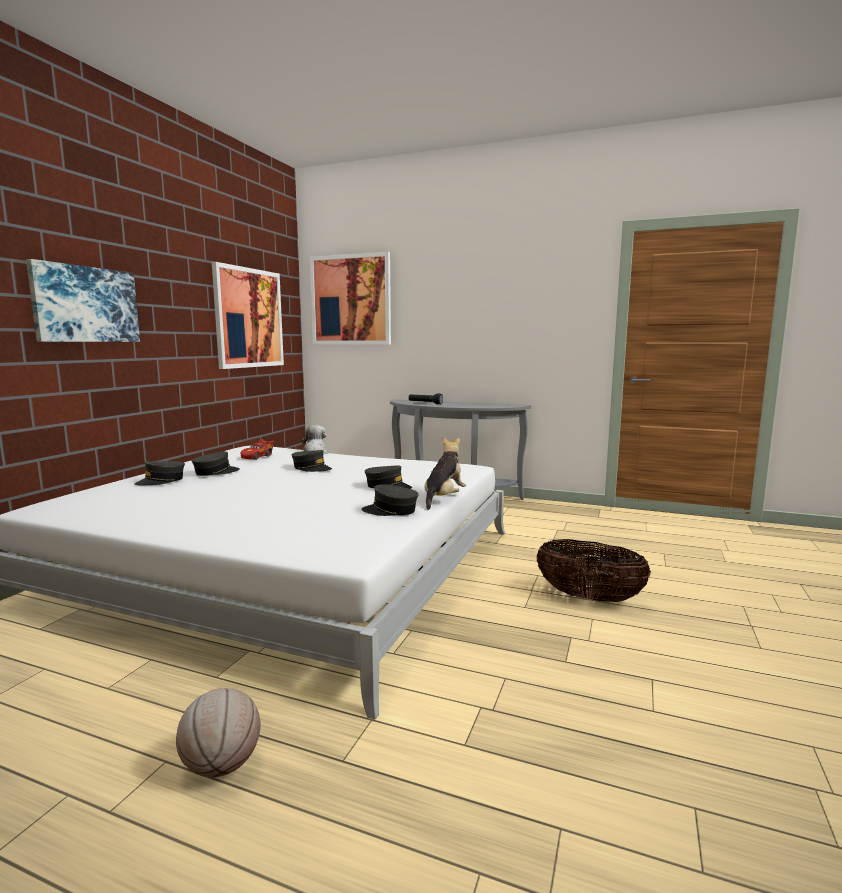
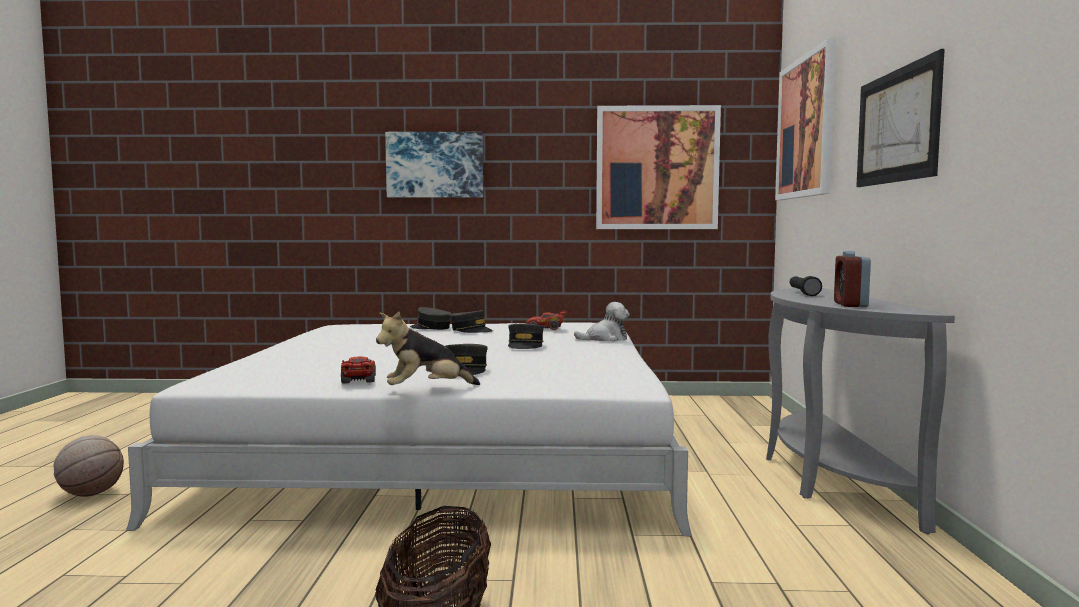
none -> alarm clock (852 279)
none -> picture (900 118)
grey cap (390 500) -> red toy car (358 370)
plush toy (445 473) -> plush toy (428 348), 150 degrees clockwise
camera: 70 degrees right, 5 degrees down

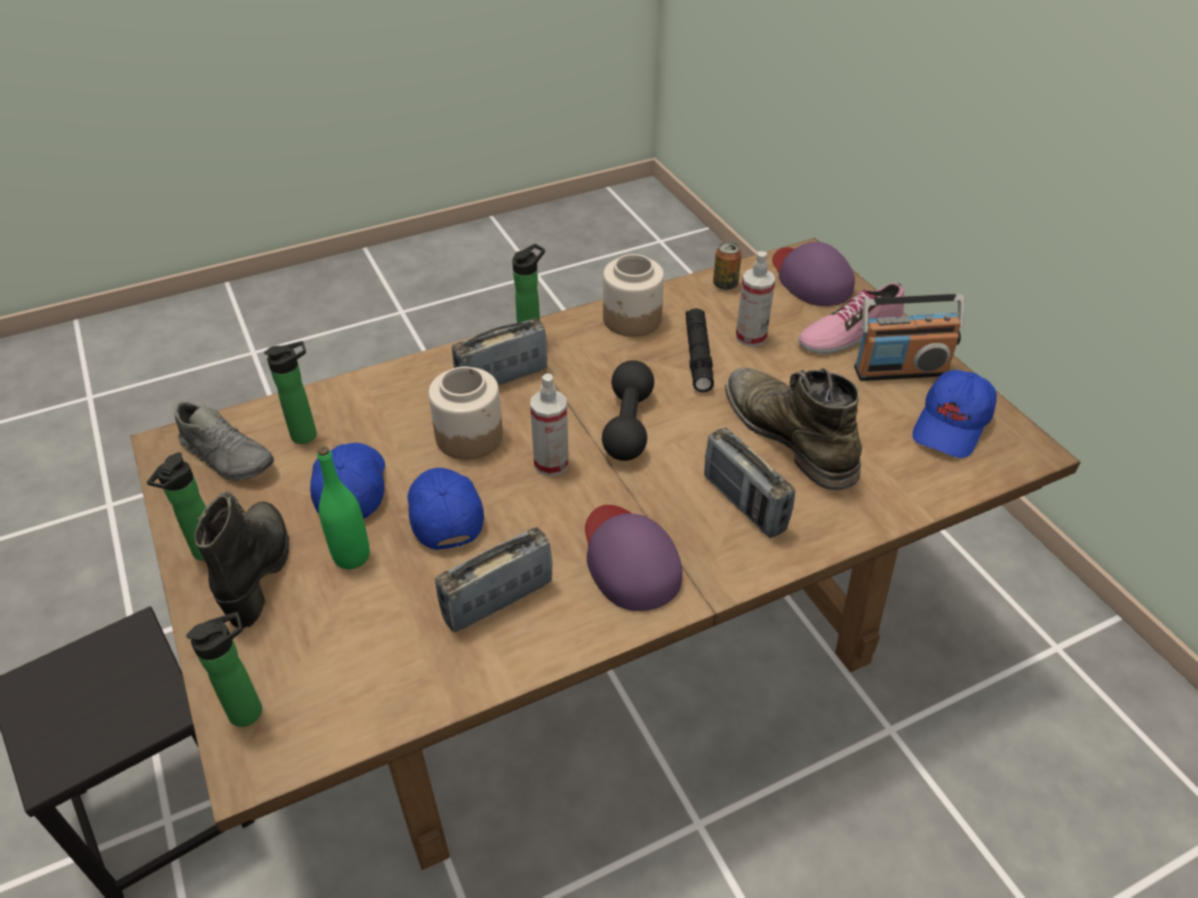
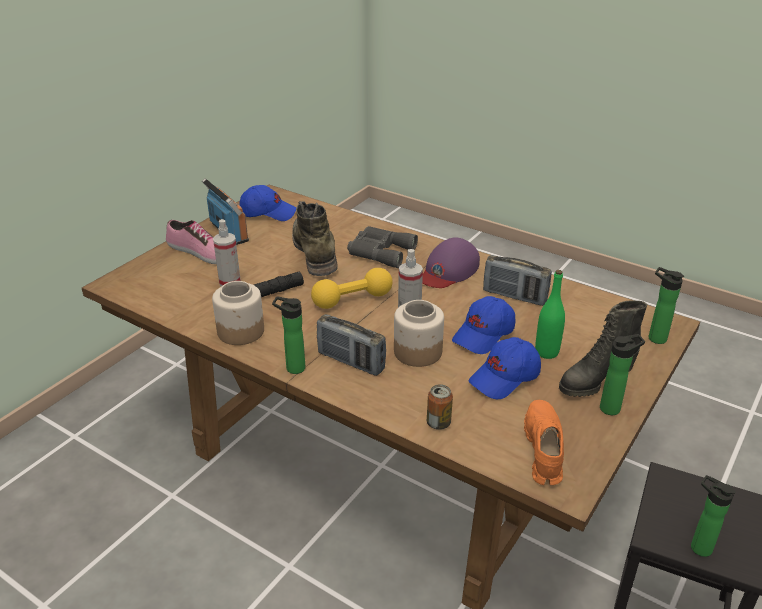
purple cap (813 274) -> none
bottle (290 392) -> bottle (713 516), shifted
can (727 265) -> can (440 407), shifted
radio (749 483) -> grey binoculars (382 247)
grey shoe (224 441) -> orange shoe (544 442)
black dumbbell (628 410) -> yellow dumbbell (352 288)
green boot (793 429) -> green boot (315 238), 135 degrees clockwise
camera: 120 degrees left, 10 degrees down

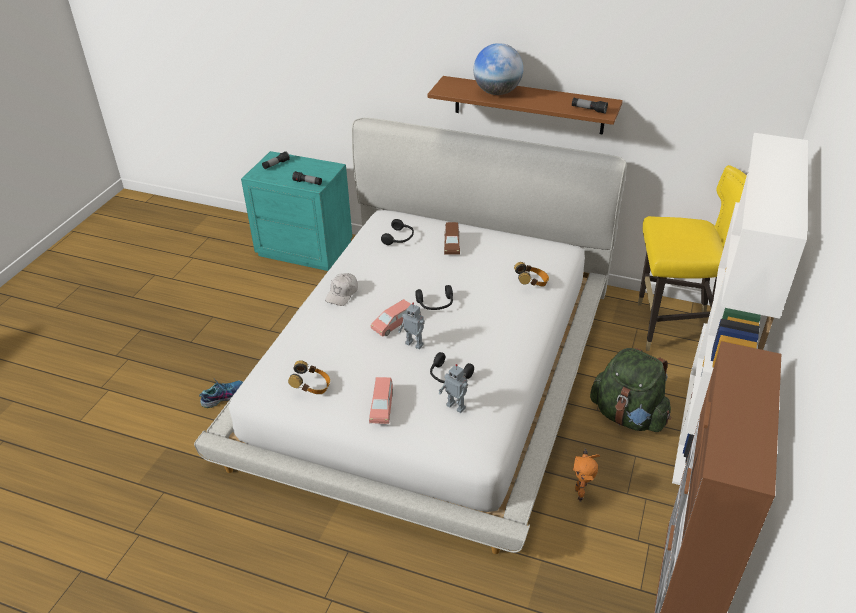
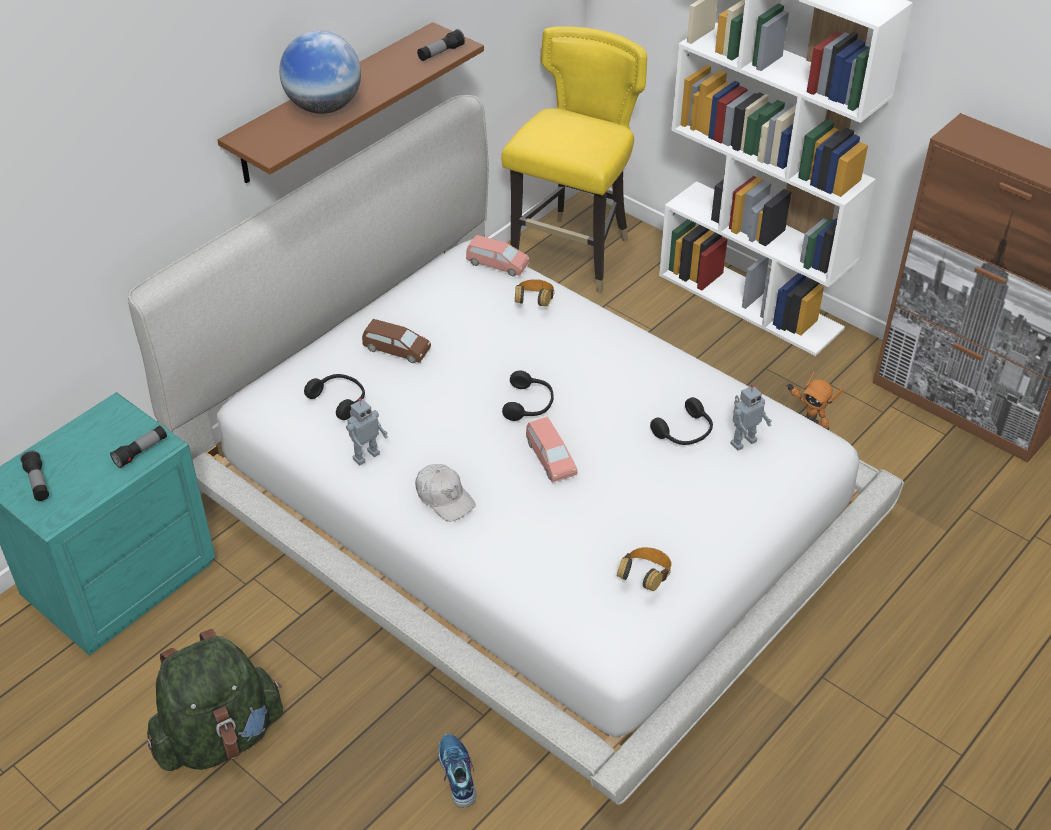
pink toy car (381 400) -> pink toy car (498 255), shifted
toy robot (411 326) -> toy robot (367 431), shifted
green backpack (630 390) -> green backpack (215 700), shifted
camera: 70 degrees left, 5 degrees up

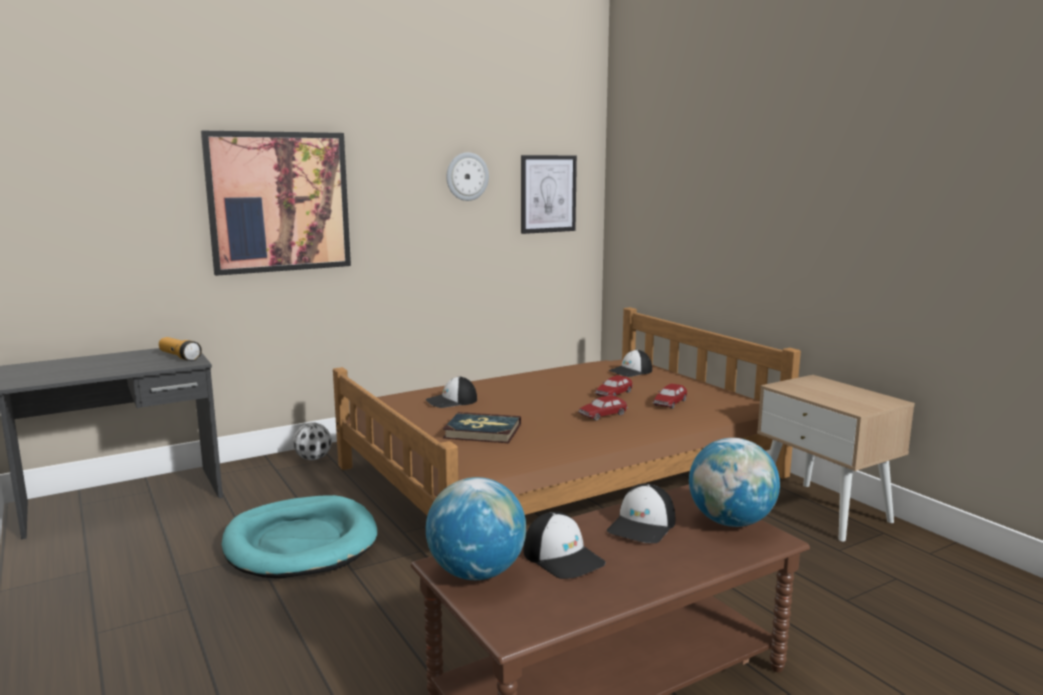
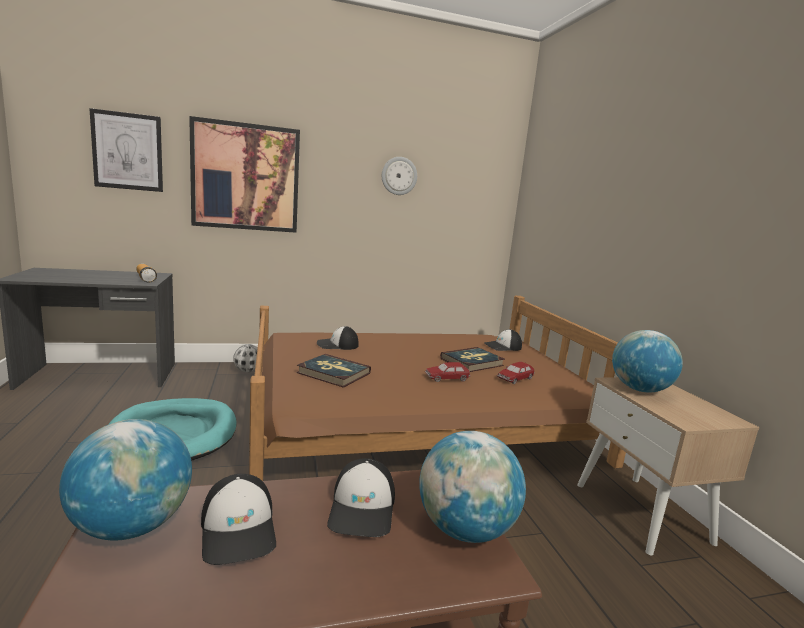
none -> globe (647 361)
picture (549 194) -> picture (126 150), shifted
toy car (613 385) -> book (472 359)
cap (641 513) -> cap (361 497), 45 degrees counterclockwise
camera: 15 degrees right, 0 degrees up

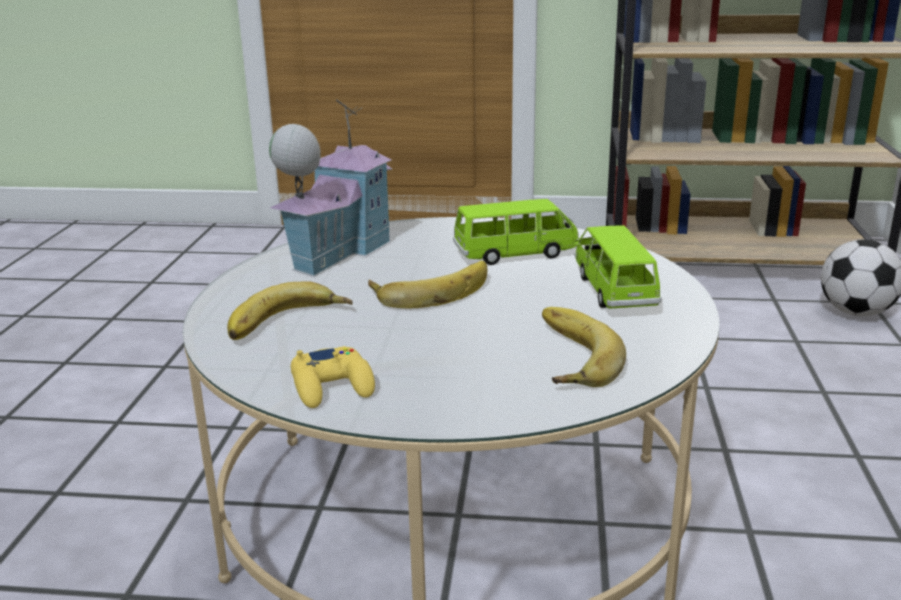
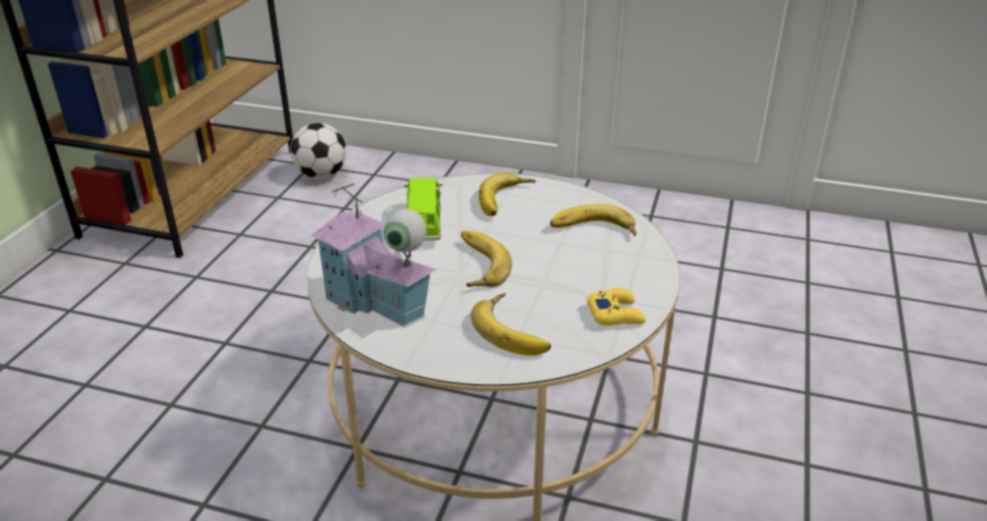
green toy car (618 267) -> banana (507 194)
camera: 80 degrees left, 10 degrees up

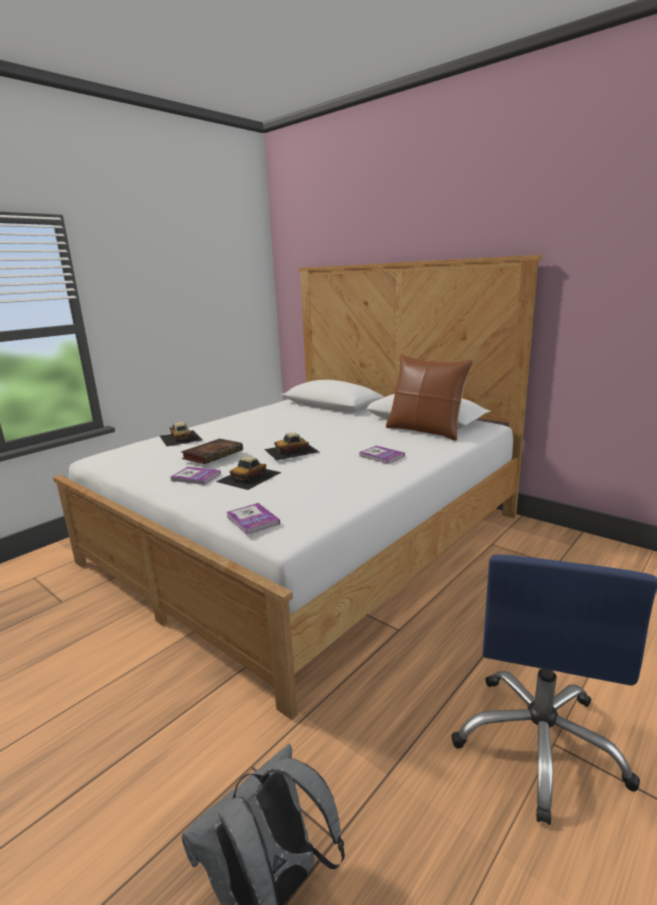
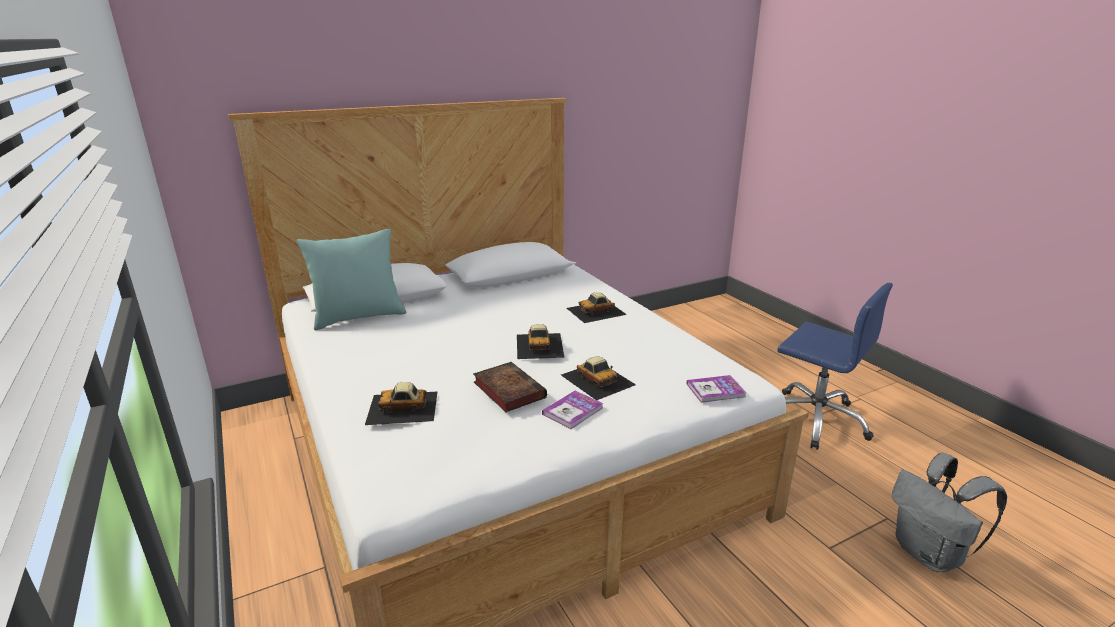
brown pillow (429 397) -> none
none -> turquoise pillow (351 279)
book (382 455) -> toy car (597 307)
camera: 70 degrees left, 5 degrees up

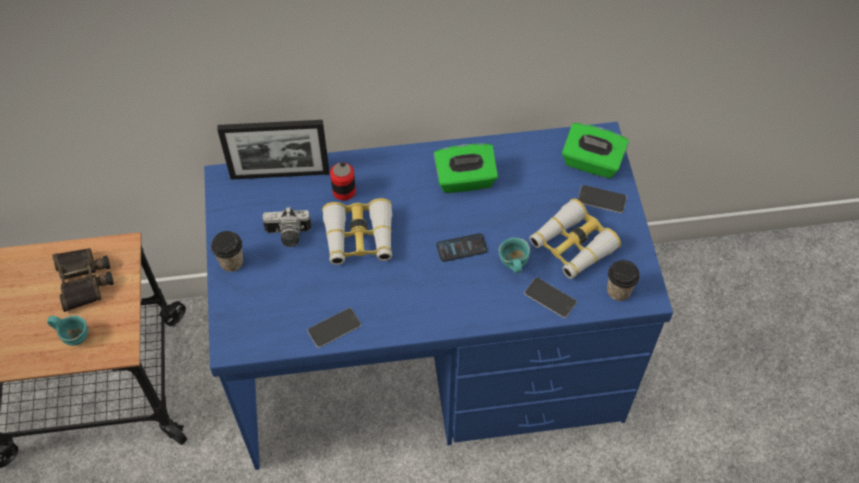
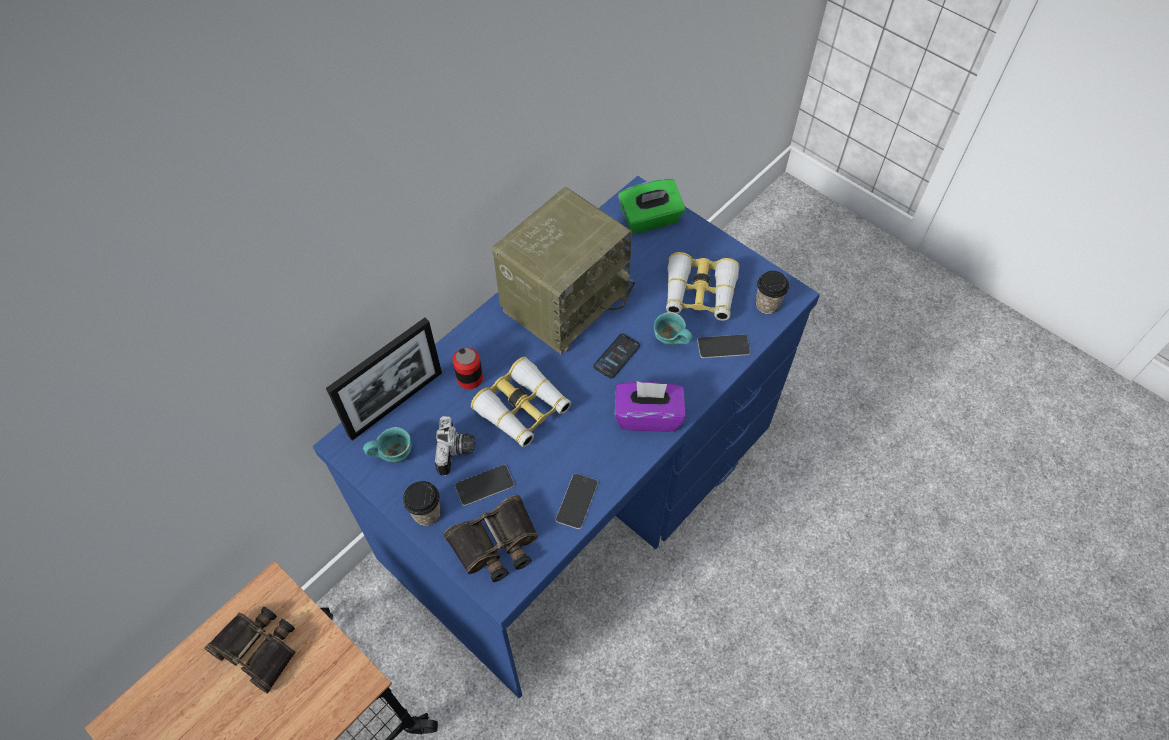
none -> binoculars (491 538)
none -> purple tissue box (650 406)
turquoise mug (67 330) -> turquoise mug (387 445), shifted
phone (602 199) -> phone (485 485), shifted
green tissue box (466 168) -> radio (563 270)
photo camera (287 227) -> photo camera (455 446), 45 degrees counterclockwise
camera: 40 degrees left, 0 degrees up

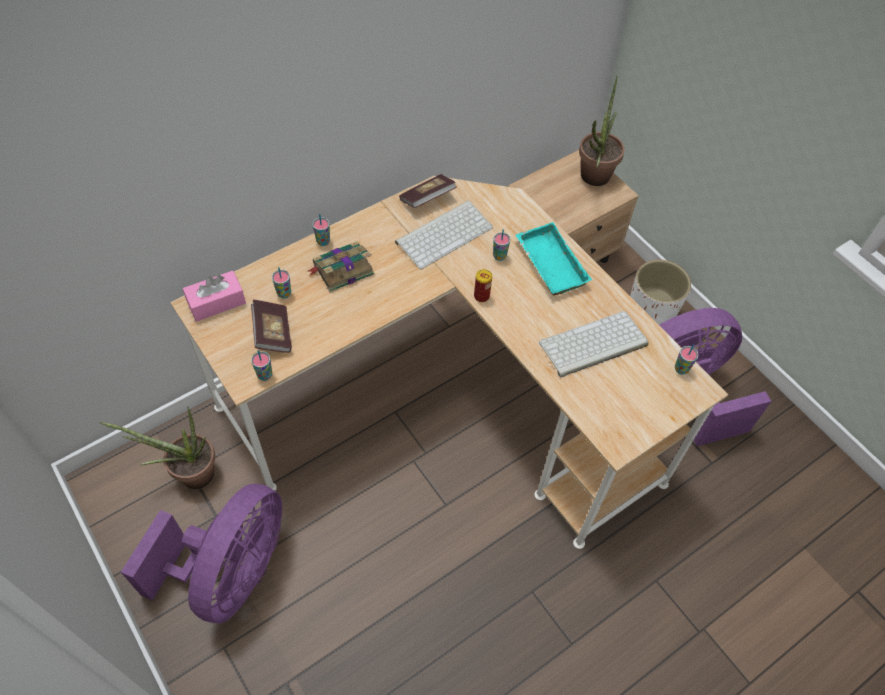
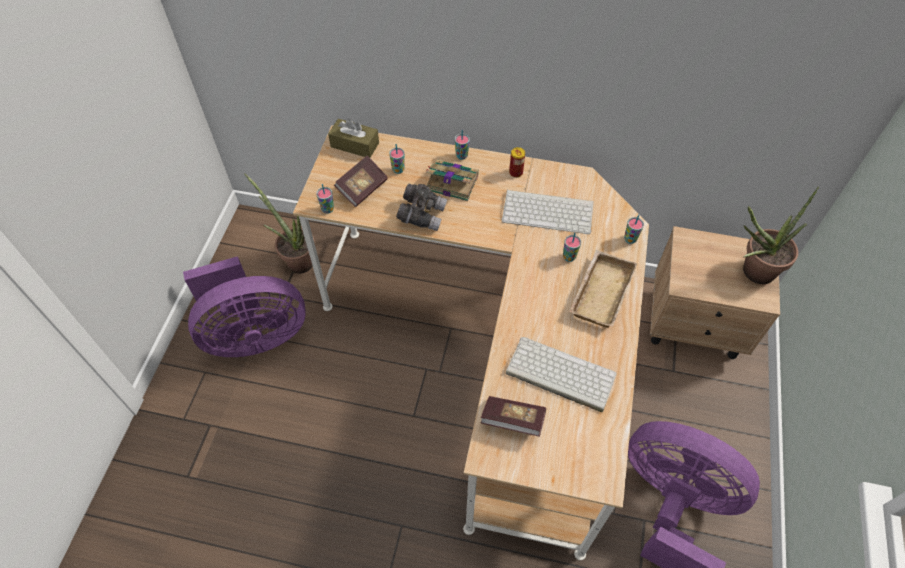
white planter (660 292) -> none
none -> grey binoculars (421 207)
book (428 191) -> book (513 416), shifted
can (483 285) -> can (517 162), shifted
cup (687 360) -> cup (634 229), shifted
pink tissue box (214 296) -> brown tissue box (353 138)
turquoise tray (553 259) -> beige tray (603 289)
camera: 50 degrees right, 0 degrees up

